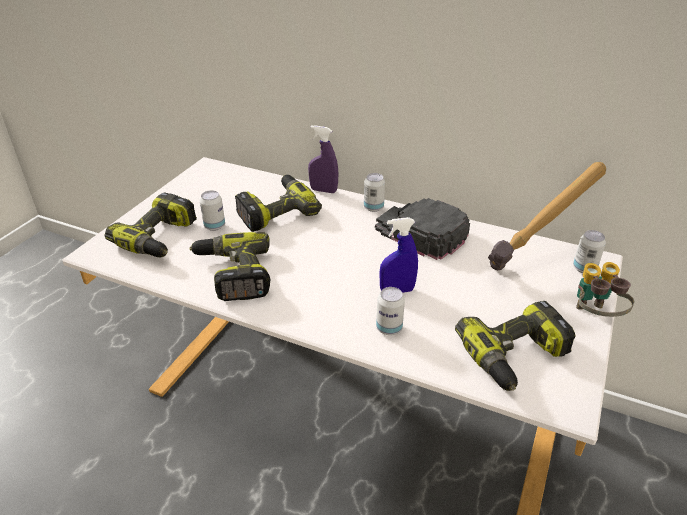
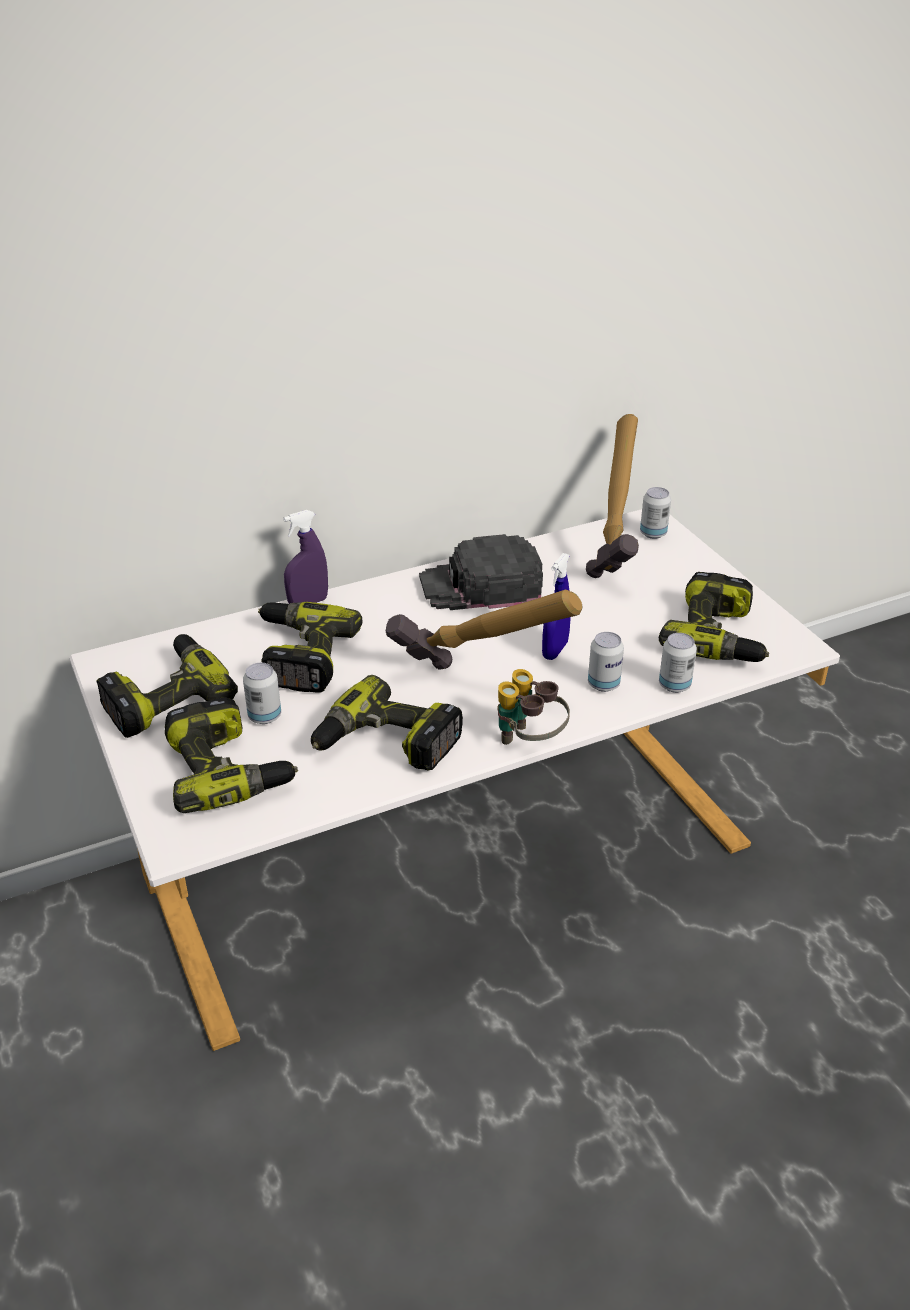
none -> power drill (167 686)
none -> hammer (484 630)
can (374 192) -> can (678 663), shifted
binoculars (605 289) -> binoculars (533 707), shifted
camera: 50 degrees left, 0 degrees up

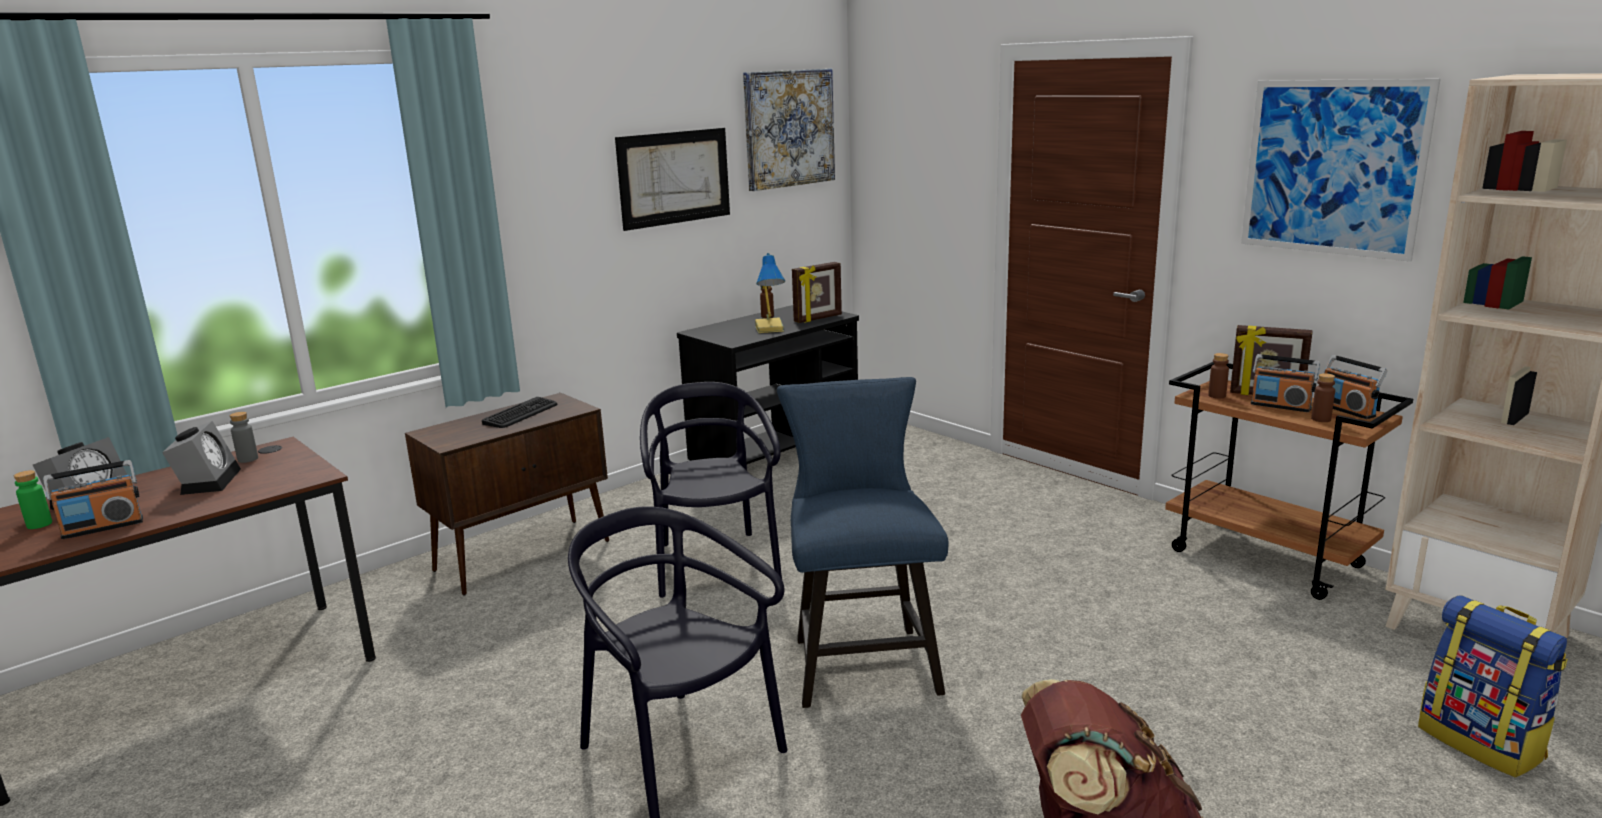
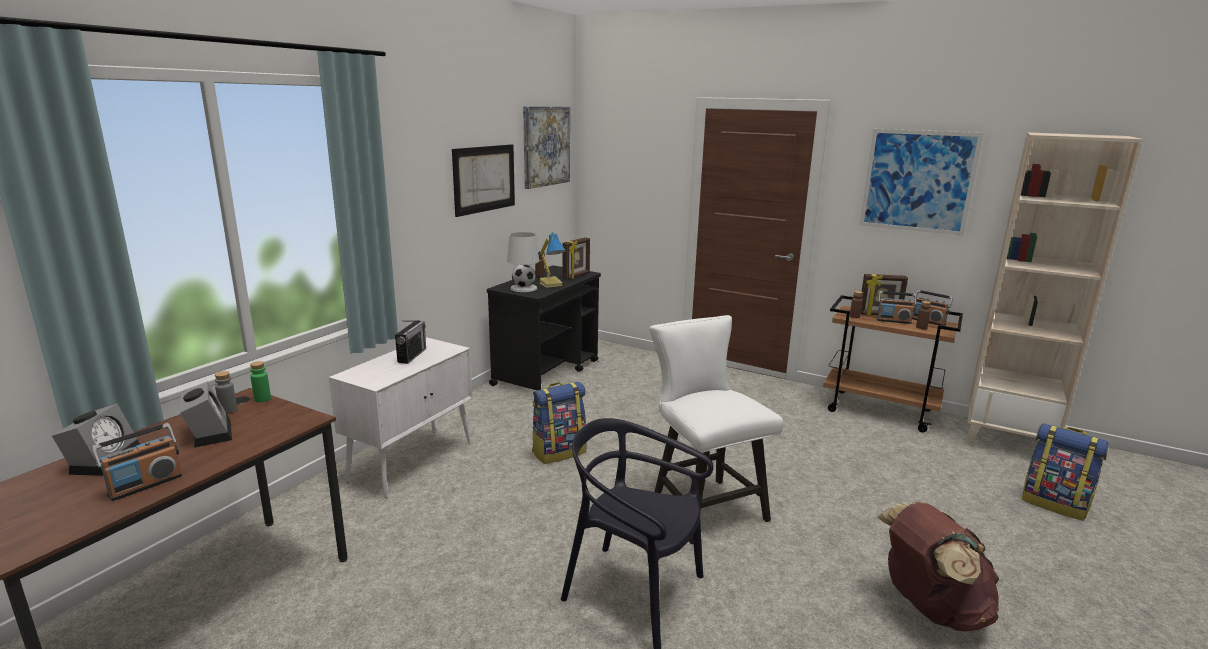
none -> white table lamp (523 262)
green bottle (33 499) -> green bottle (260 381), shifted
keyboard (519 412) -> radio (410 342)
black chair (711 490) -> backpack (559 423)
brown cabinet (507 494) -> white cabinet (401 417)
blue chair (862 542) -> white chair (716 429)
camera: 20 degrees left, 0 degrees up

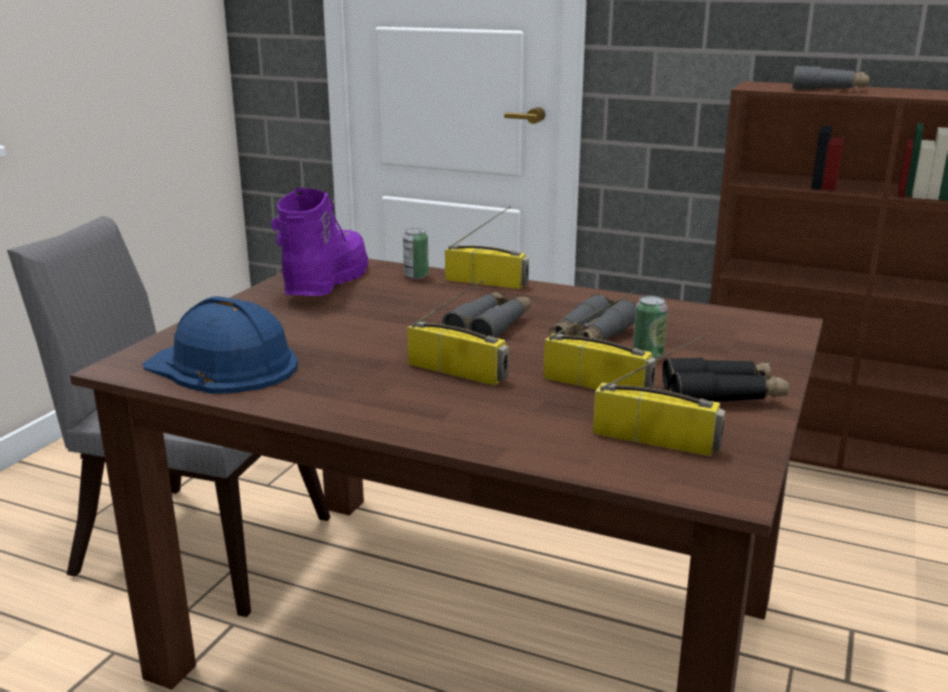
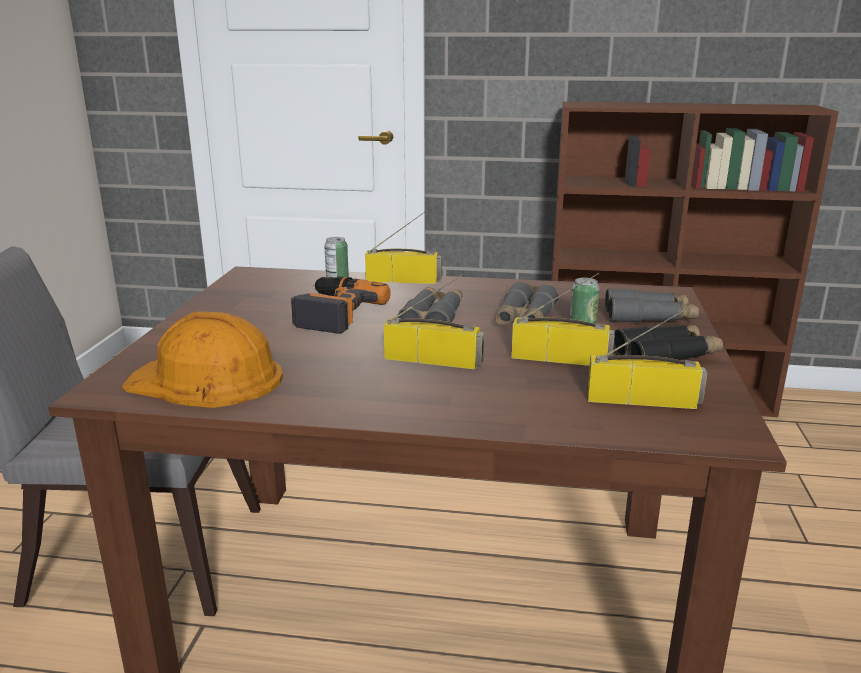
purple boot (320 242) -> none
none -> power drill (341 305)
grey binoculars (830 78) -> grey binoculars (652 305), shifted
blue hard hat (220 345) -> orange hard hat (202 359)
camera: 15 degrees left, 0 degrees up

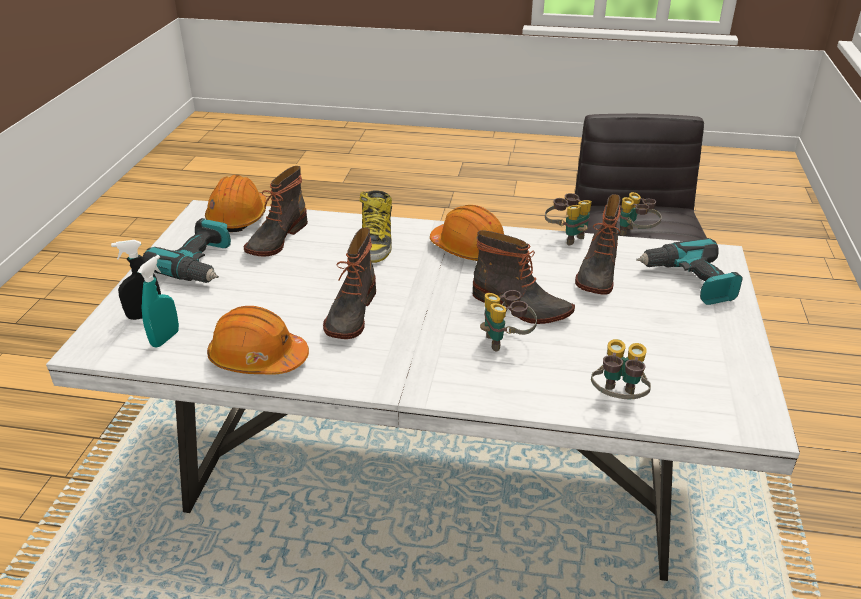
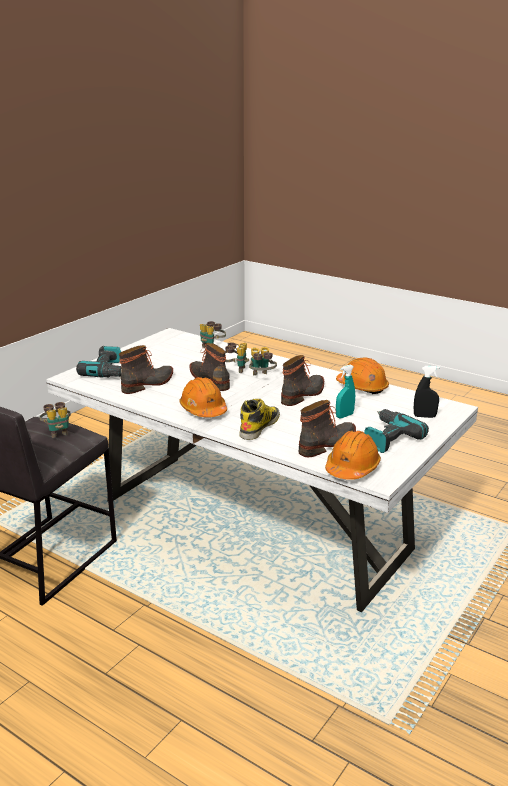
turquoise spray bottle (158 301) -> turquoise spray bottle (345 392), shifted
binoculars (568 219) -> binoculars (263 361), shifted
camera: 155 degrees left, 10 degrees down

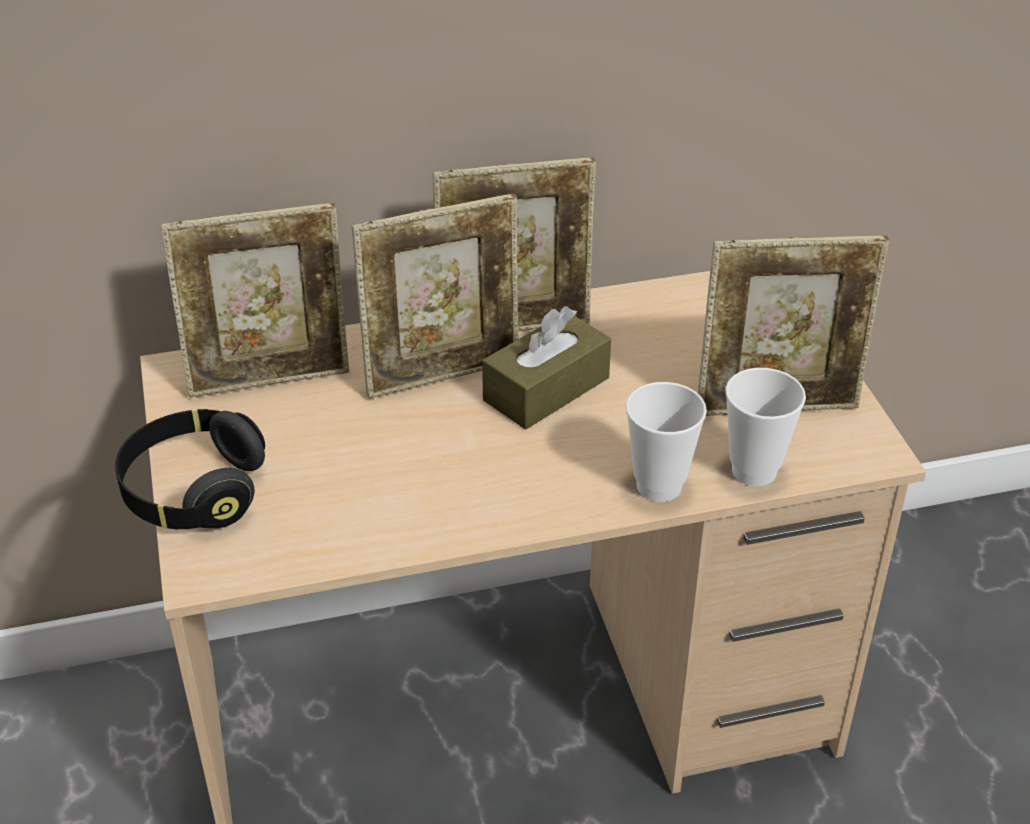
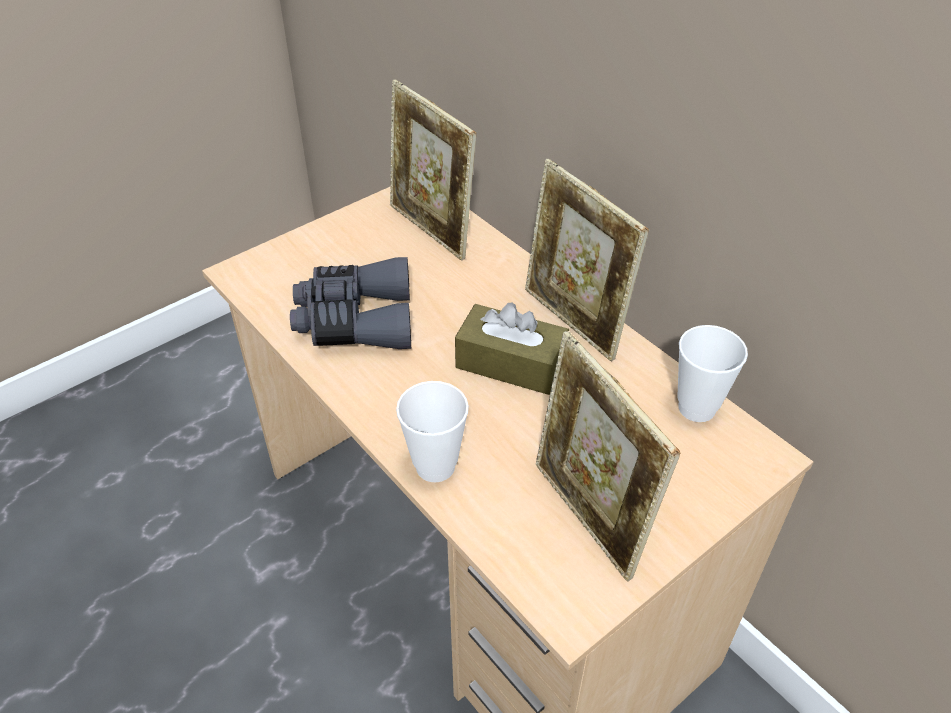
black headphones (190 469) -> none
picture frame (435 296) -> none
none -> grey binoculars (350 303)
cup (765 427) -> cup (713 373), shifted
camera: 65 degrees right, 5 degrees up

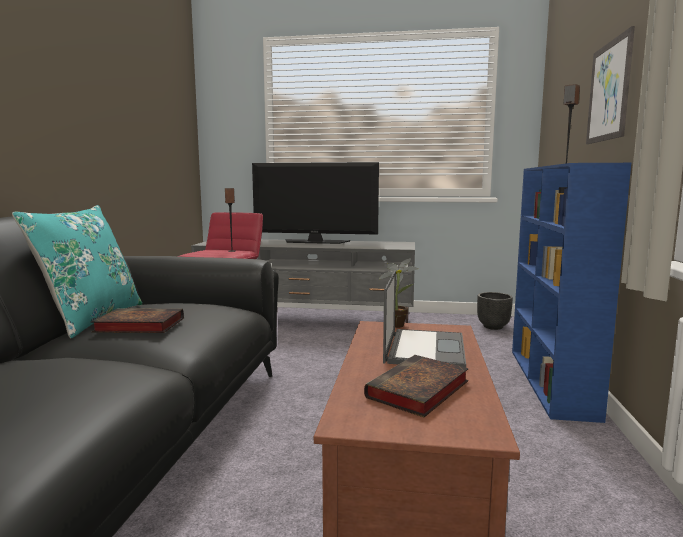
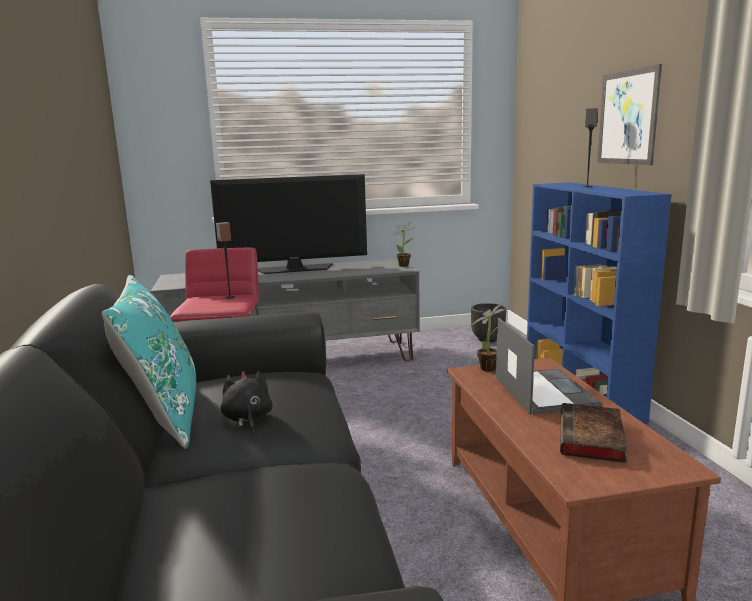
none -> potted plant (403 244)
book (137 321) -> black plush toy (247 401)
camera: 20 degrees left, 5 degrees up

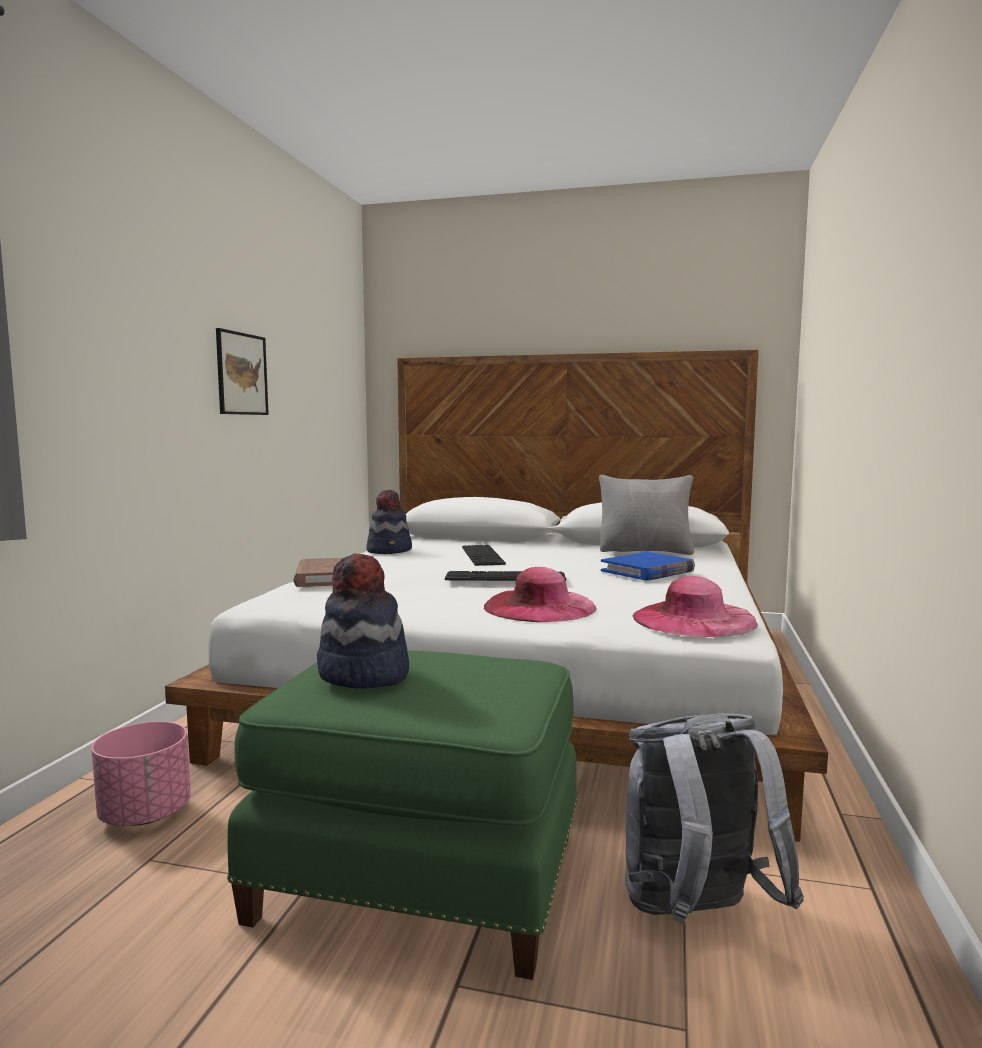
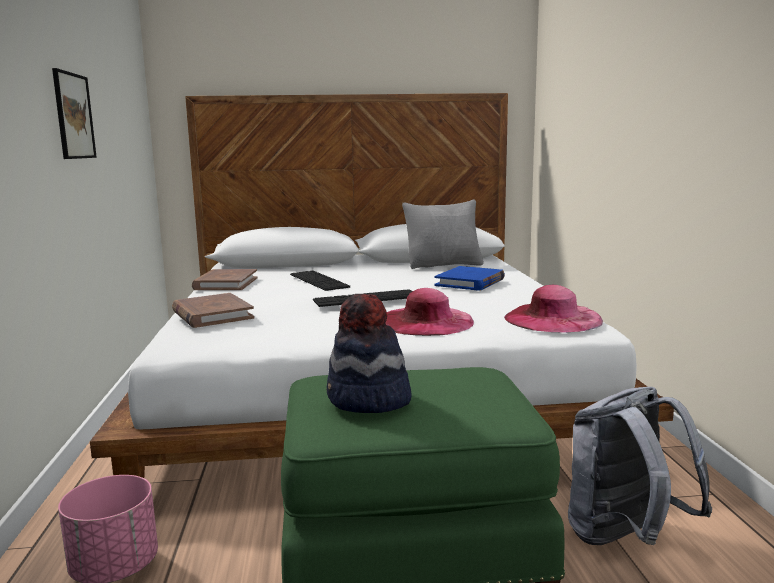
hat (389 522) -> brown book (224 279)
camera: 20 degrees left, 5 degrees up

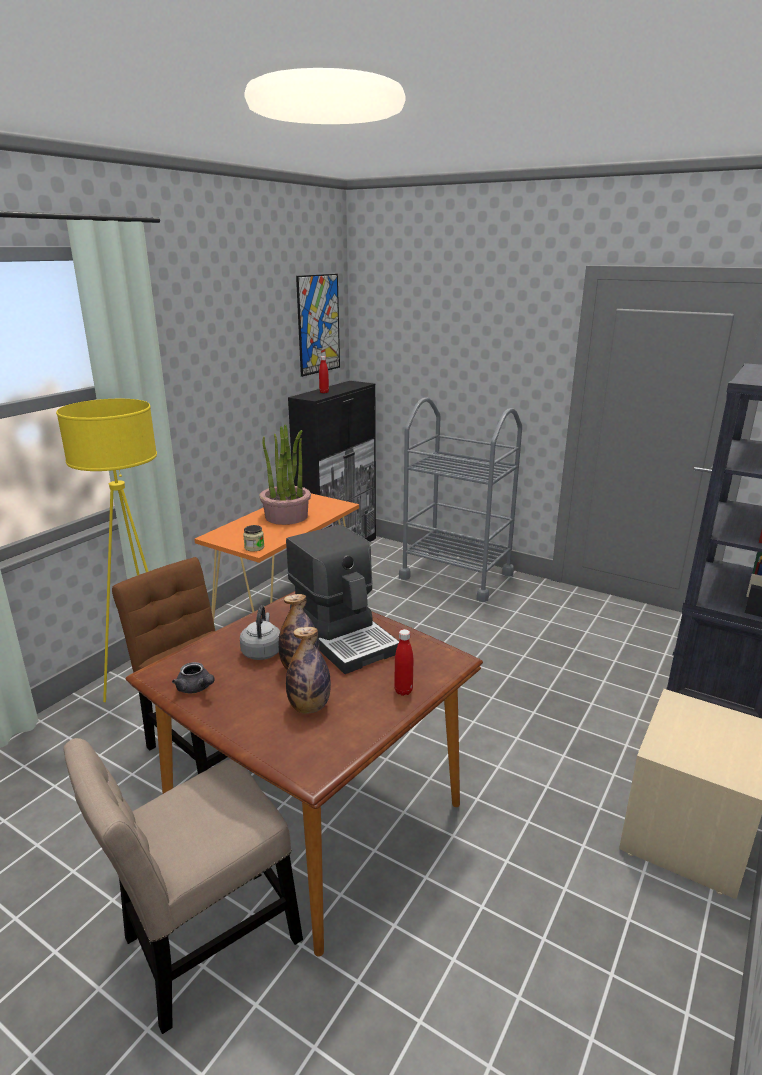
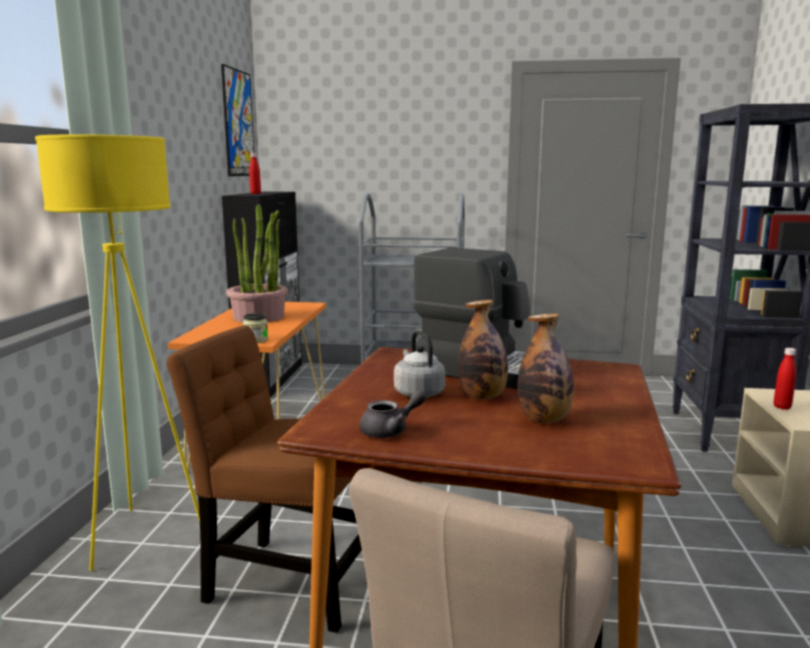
red bottle (403 662) -> red bottle (785 379), shifted
grey teapot (193 678) -> grey teapot (392 414), 45 degrees counterclockwise
camera: 25 degrees left, 10 degrees down

